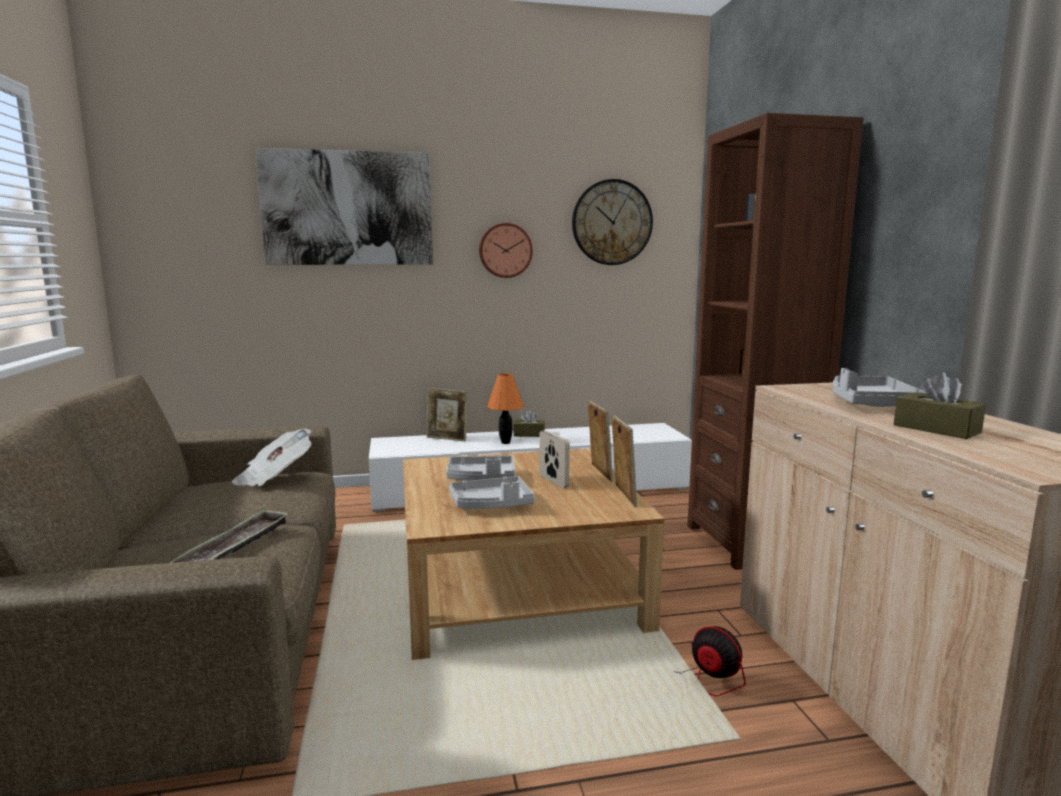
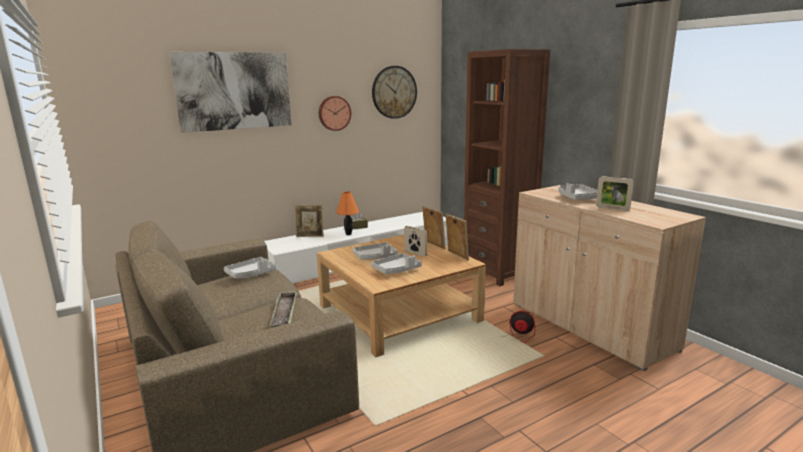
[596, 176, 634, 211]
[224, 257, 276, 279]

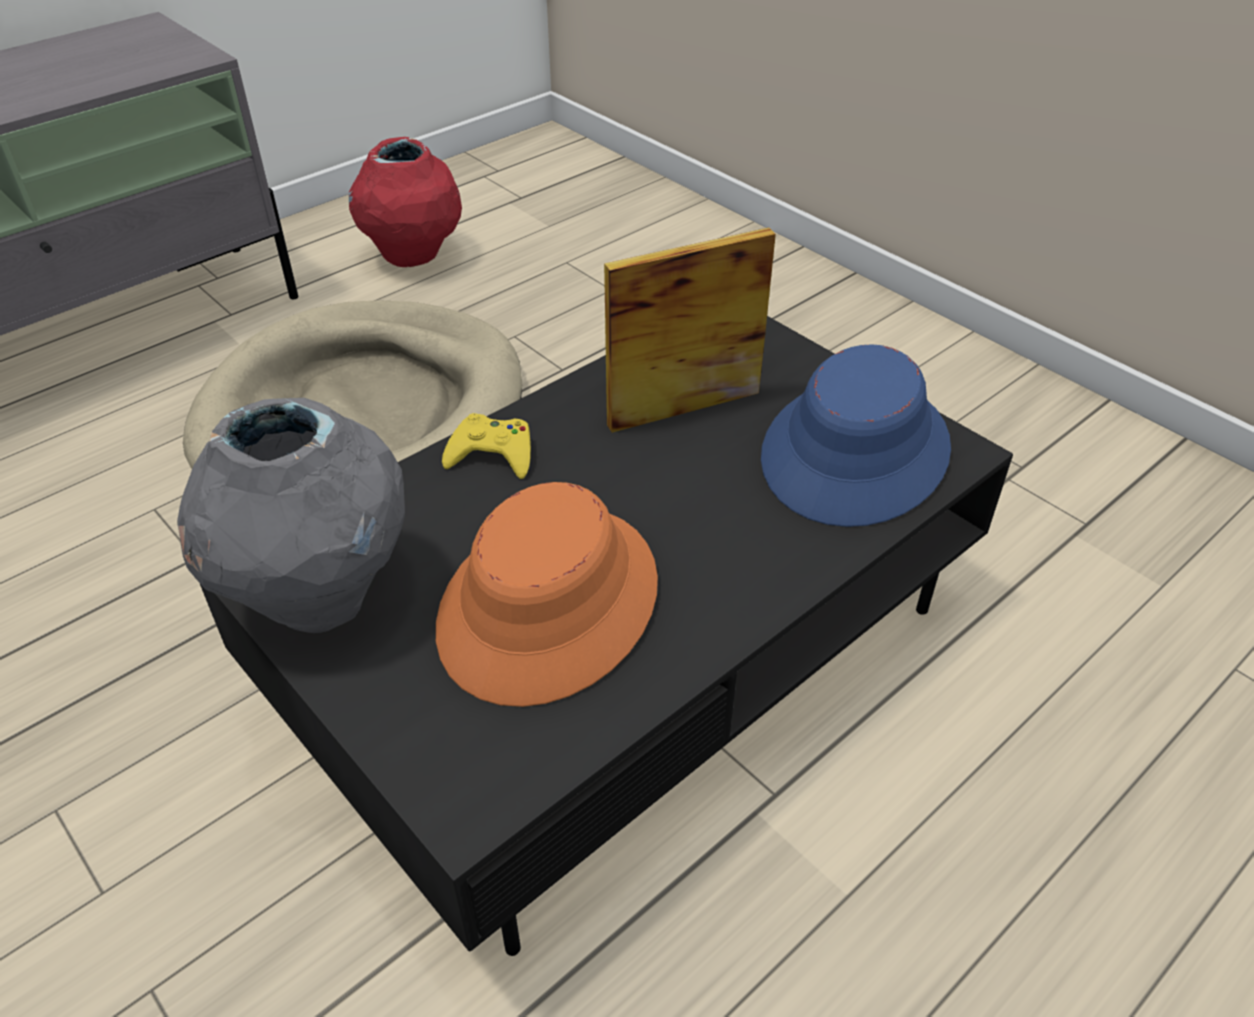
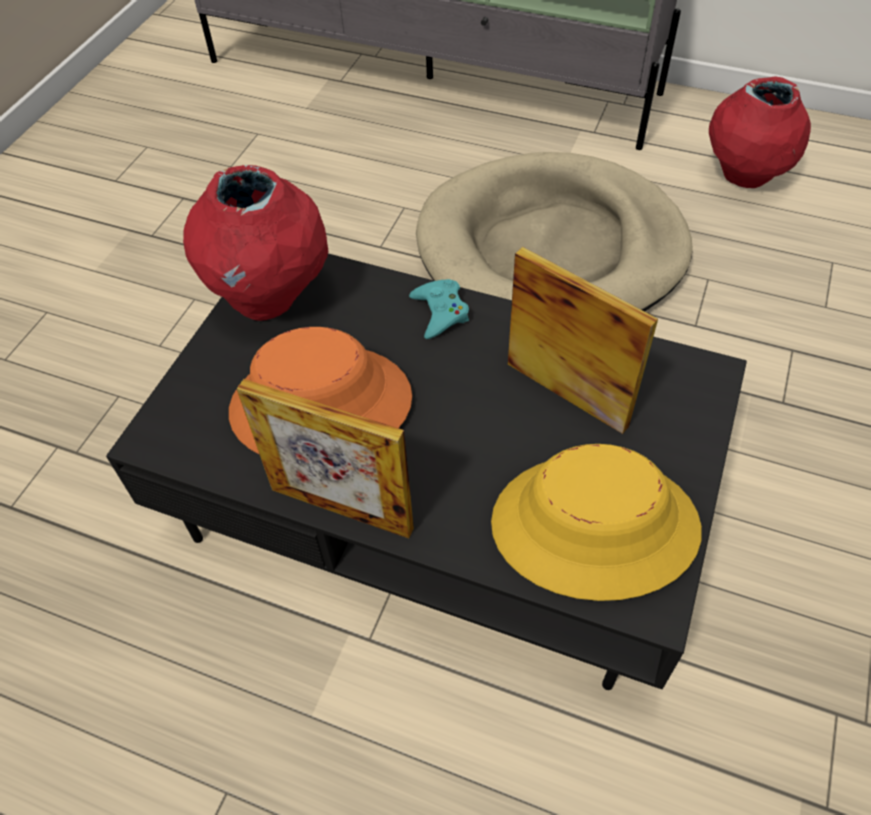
[491, 444, 702, 601]
[183, 165, 328, 321]
[409, 279, 469, 339]
[237, 379, 414, 539]

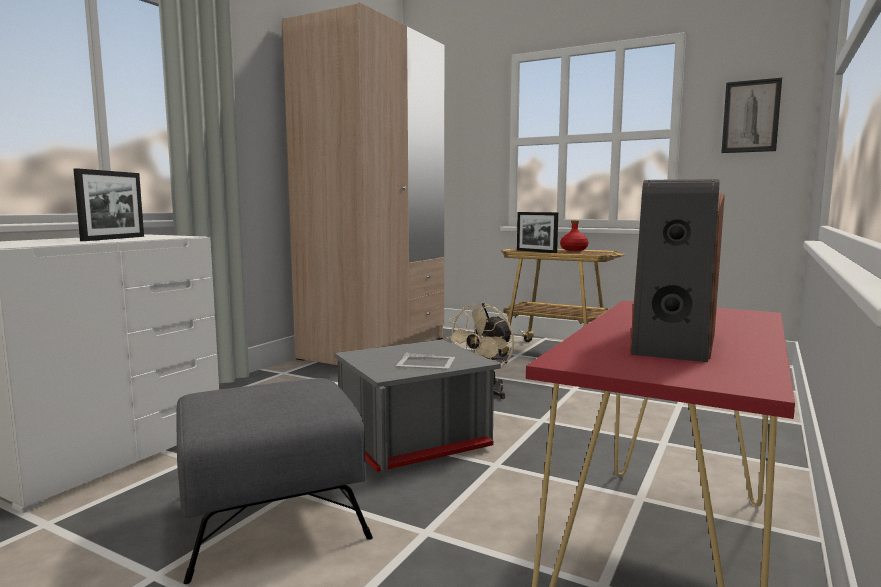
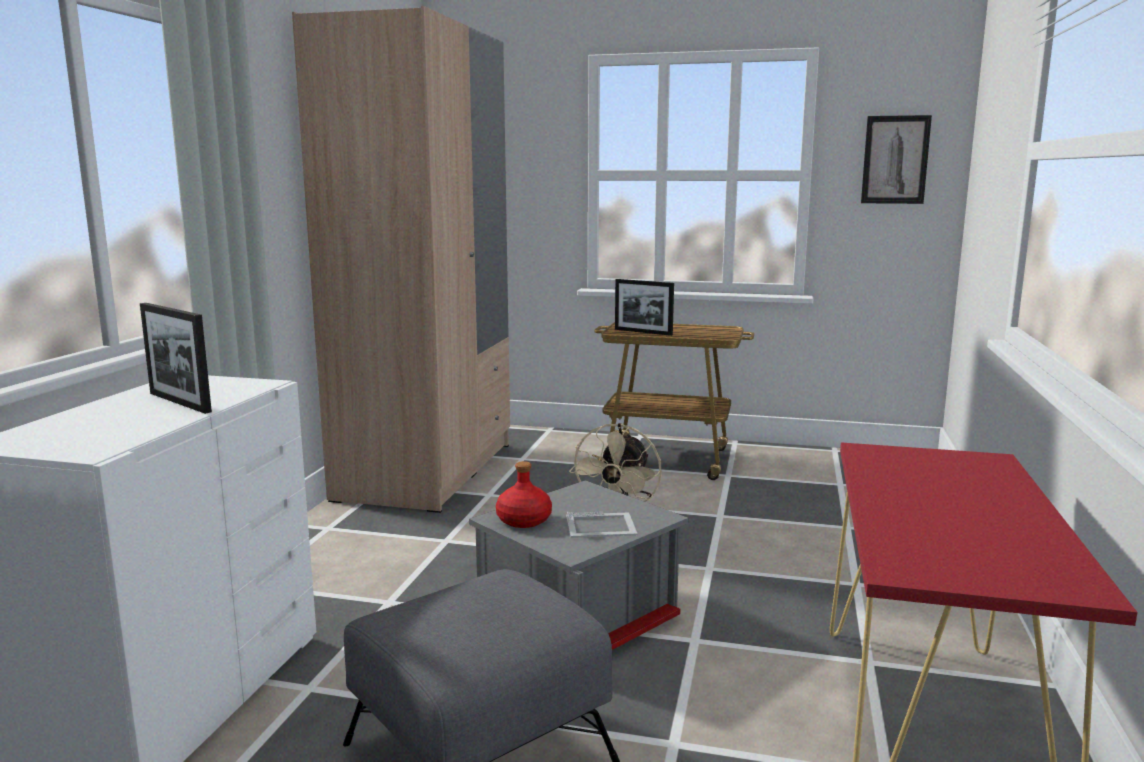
[140, 303, 212, 414]
[630, 179, 724, 362] (first image)
[496, 461, 552, 528]

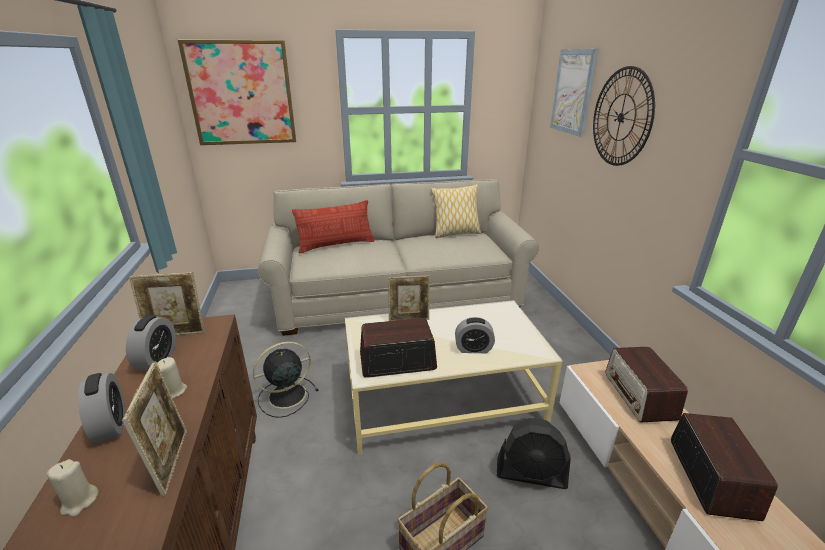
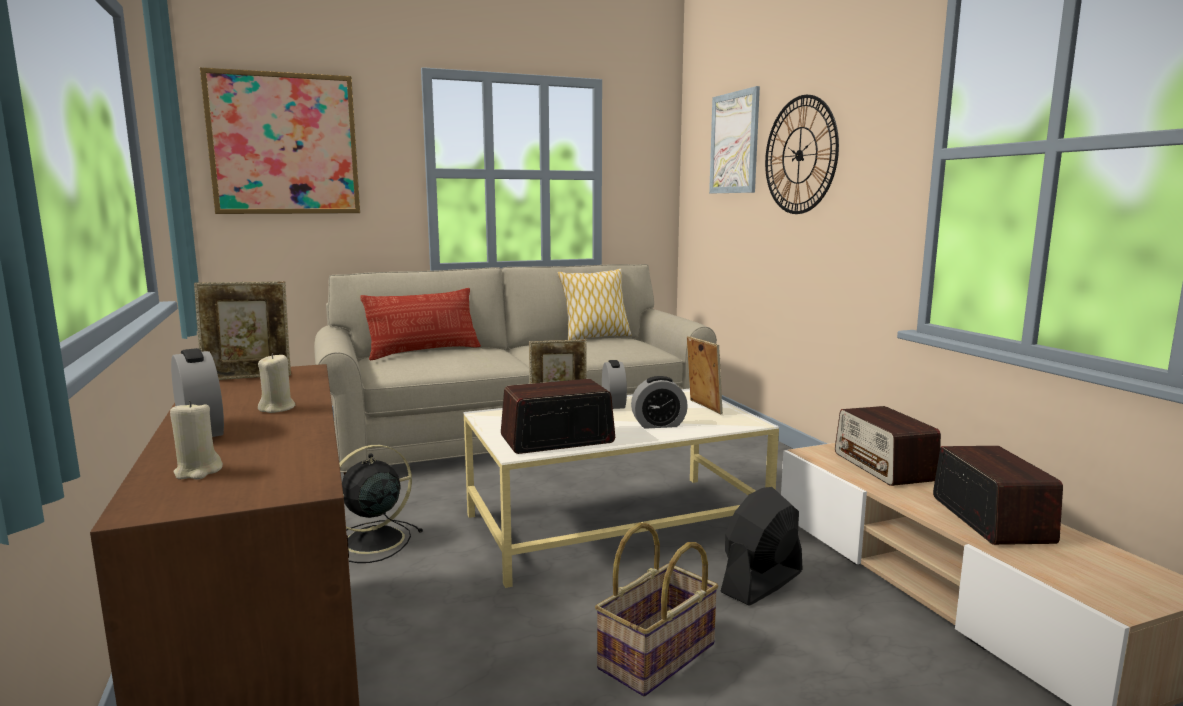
[602, 360, 627, 409]
[687, 336, 723, 414]
[720, 487, 802, 606]

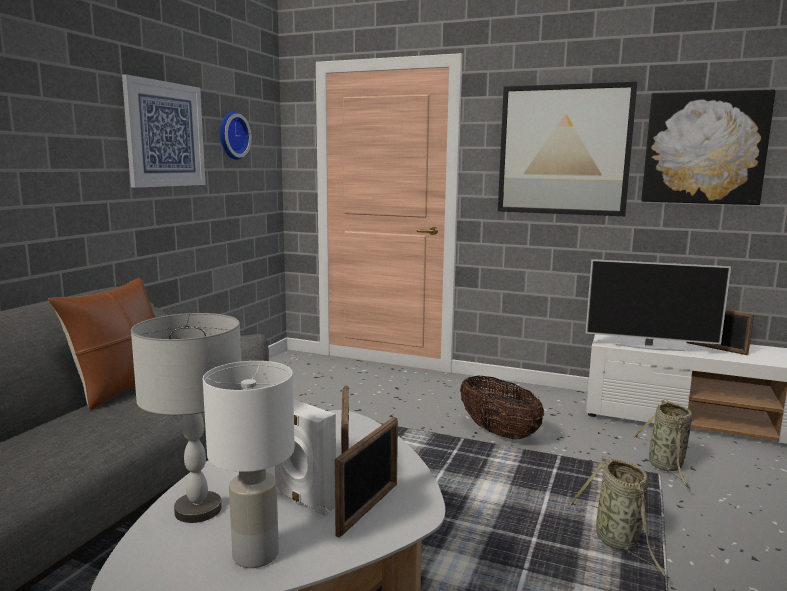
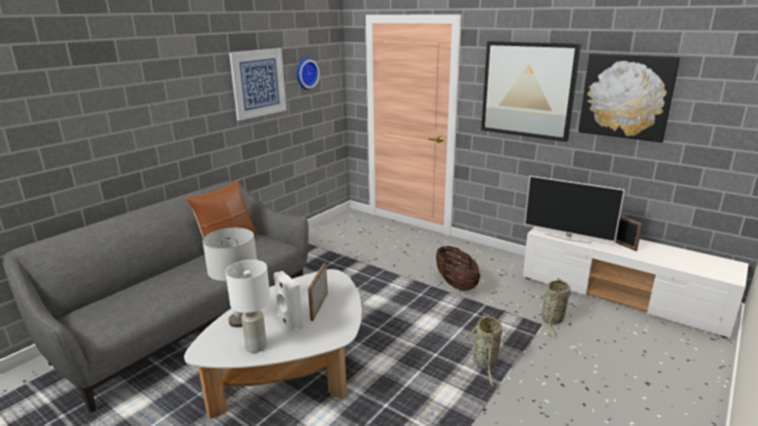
[335, 417, 398, 538] (first image)

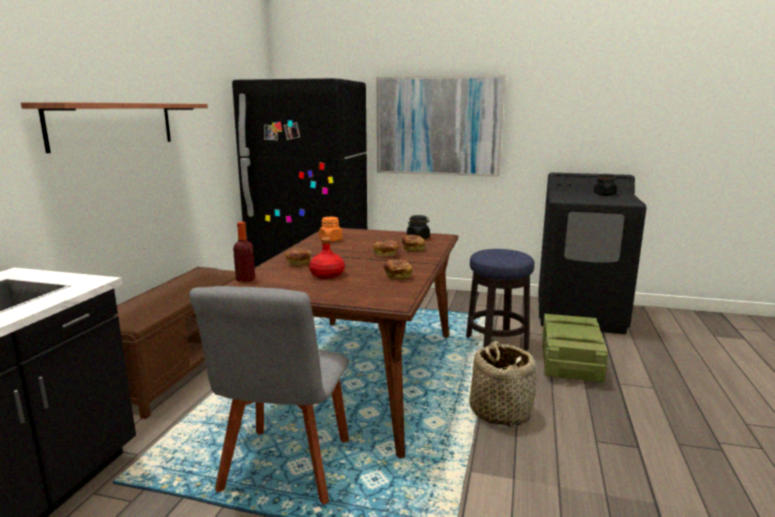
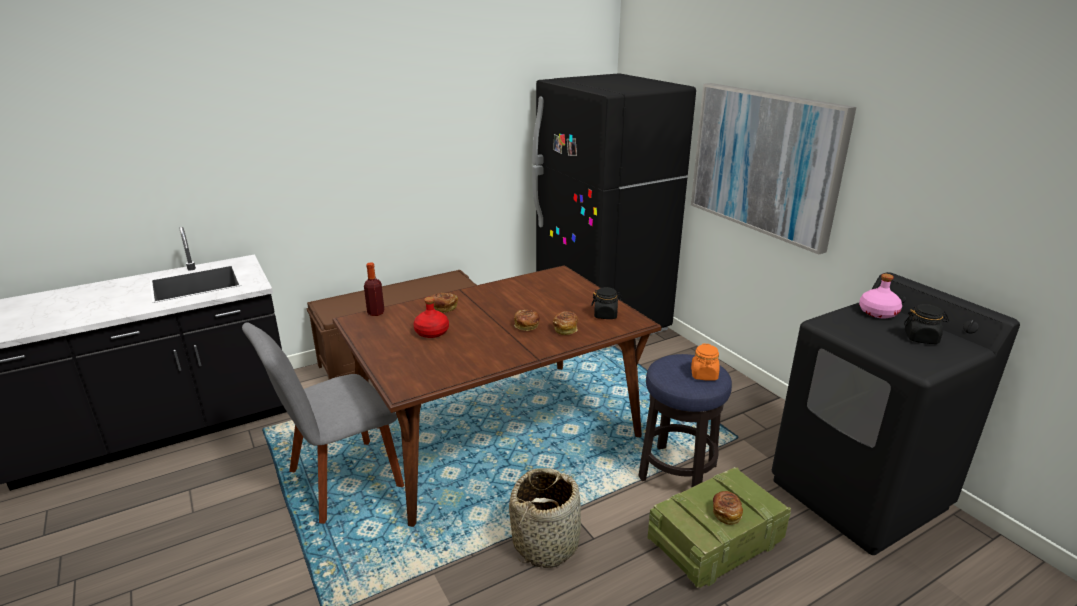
[21, 102, 208, 153] (first image)
[691, 343, 719, 381]
[713, 491, 743, 525]
[859, 274, 902, 319]

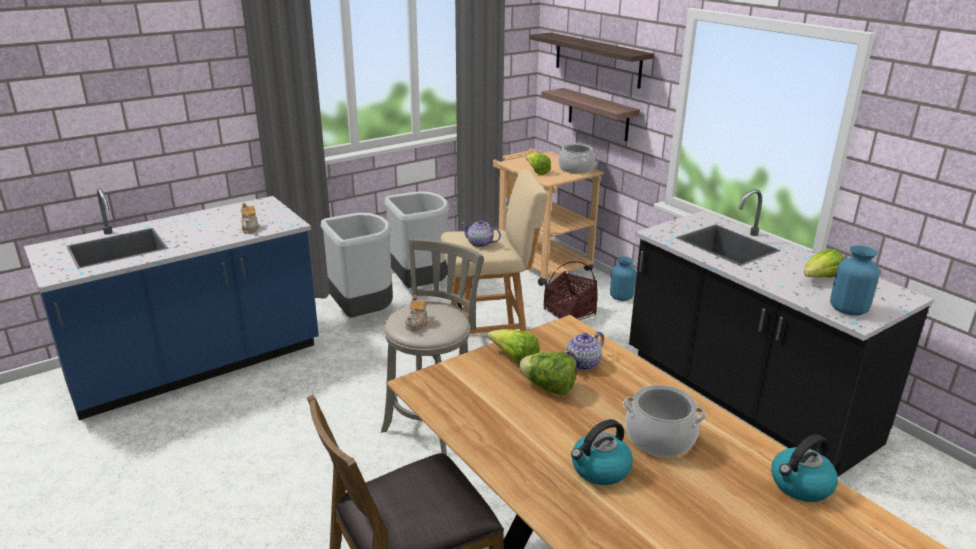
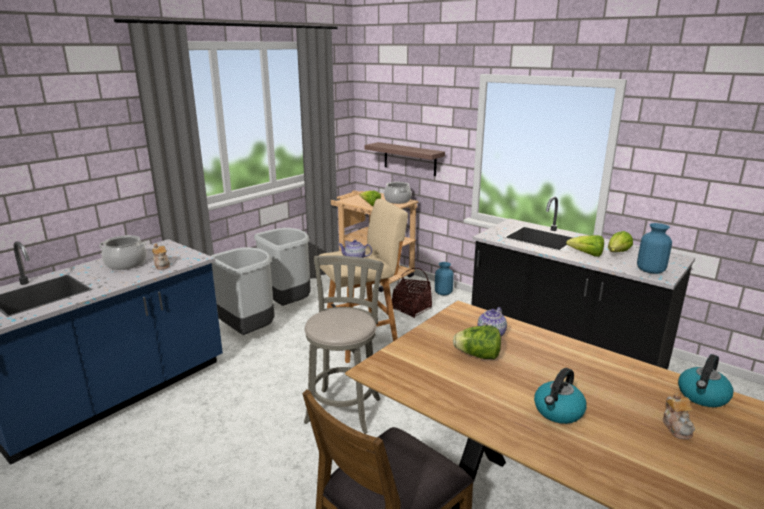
[530, 33, 654, 89] (first image)
[663, 393, 695, 440]
[566, 235, 604, 257]
[99, 235, 146, 270]

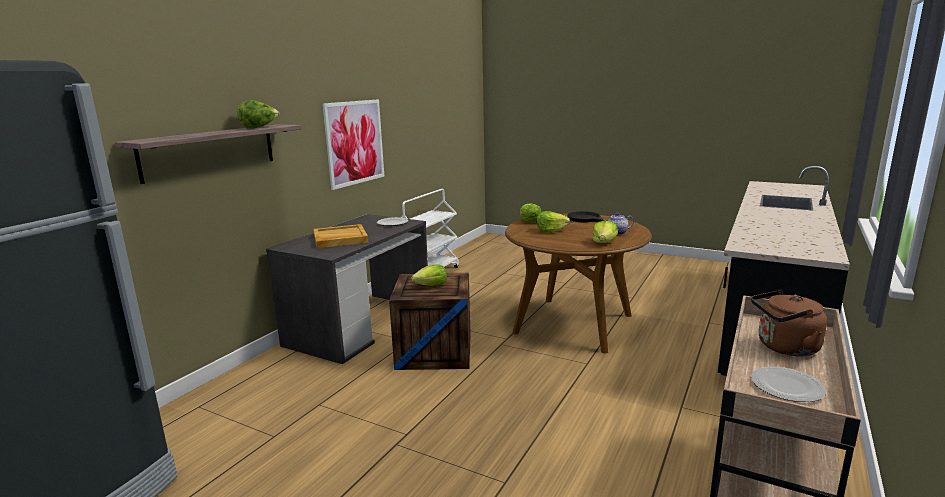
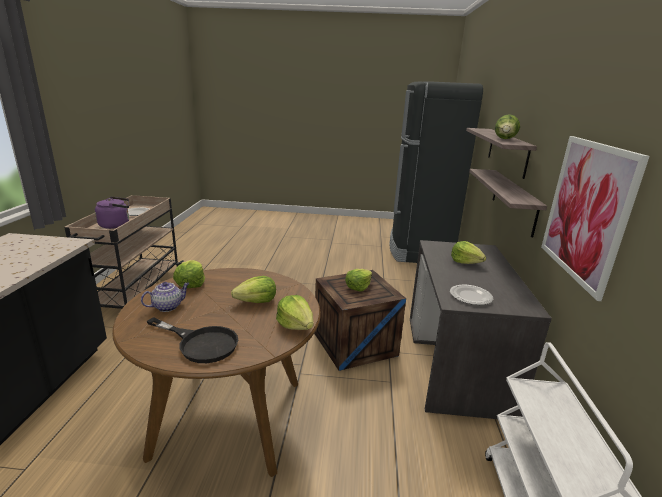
[451, 241, 486, 264]
[95, 197, 129, 229]
[469, 169, 547, 237]

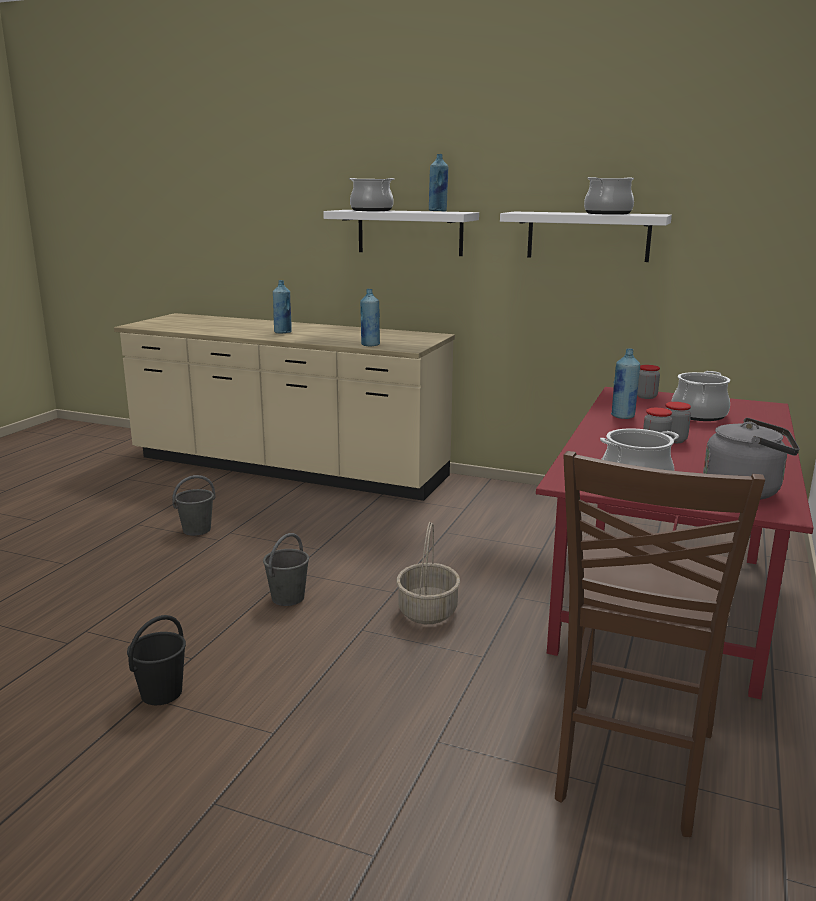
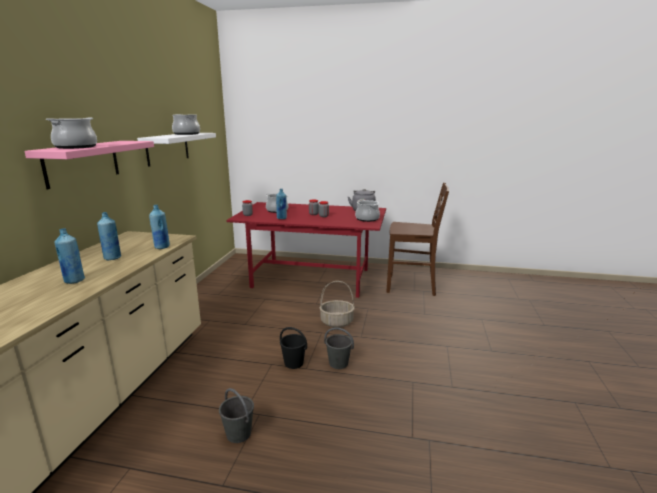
[97, 212, 121, 260]
[24, 141, 154, 189]
[280, 327, 307, 369]

